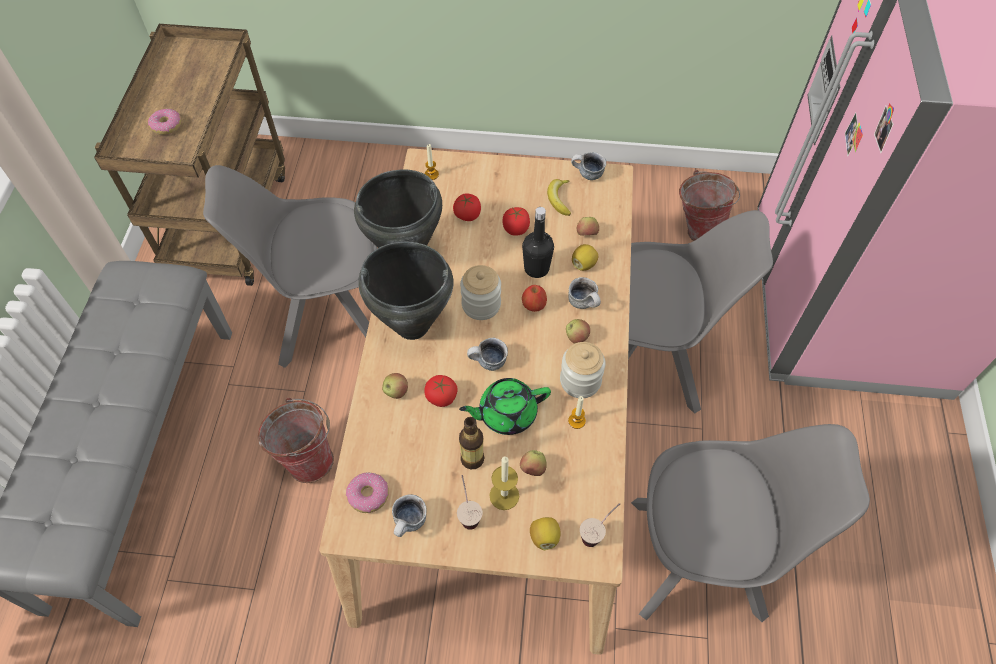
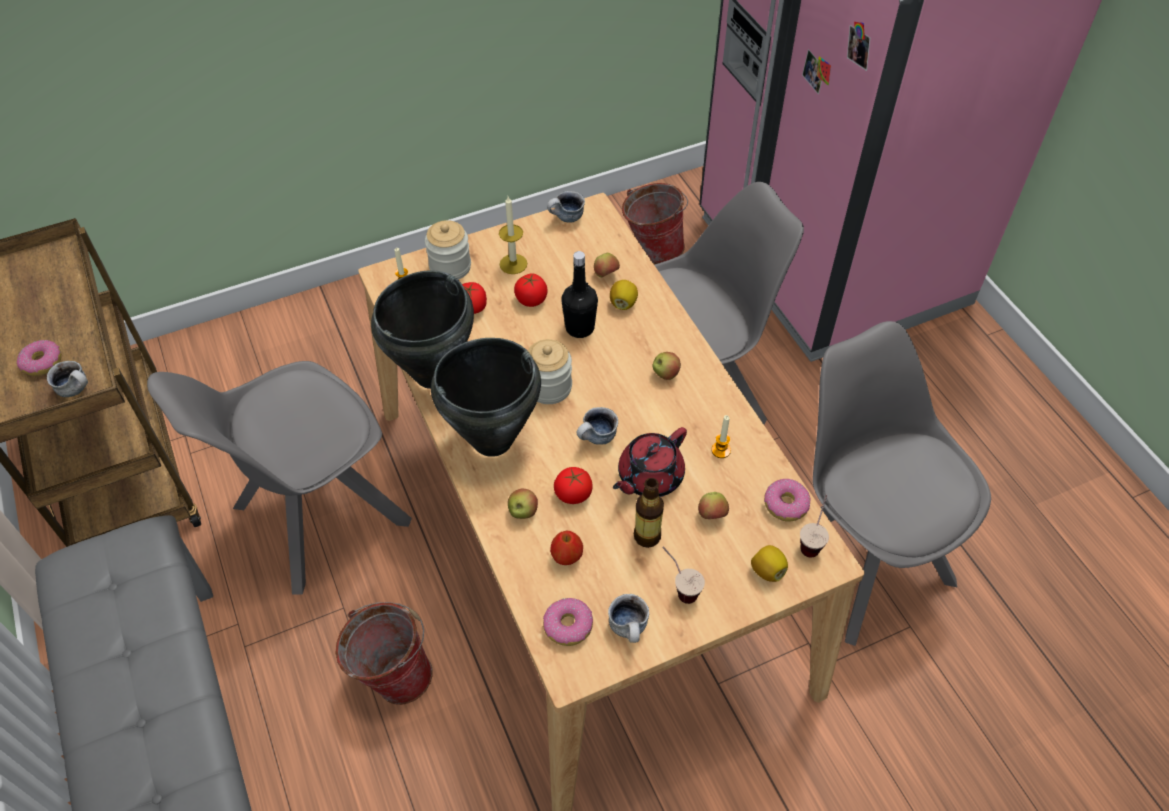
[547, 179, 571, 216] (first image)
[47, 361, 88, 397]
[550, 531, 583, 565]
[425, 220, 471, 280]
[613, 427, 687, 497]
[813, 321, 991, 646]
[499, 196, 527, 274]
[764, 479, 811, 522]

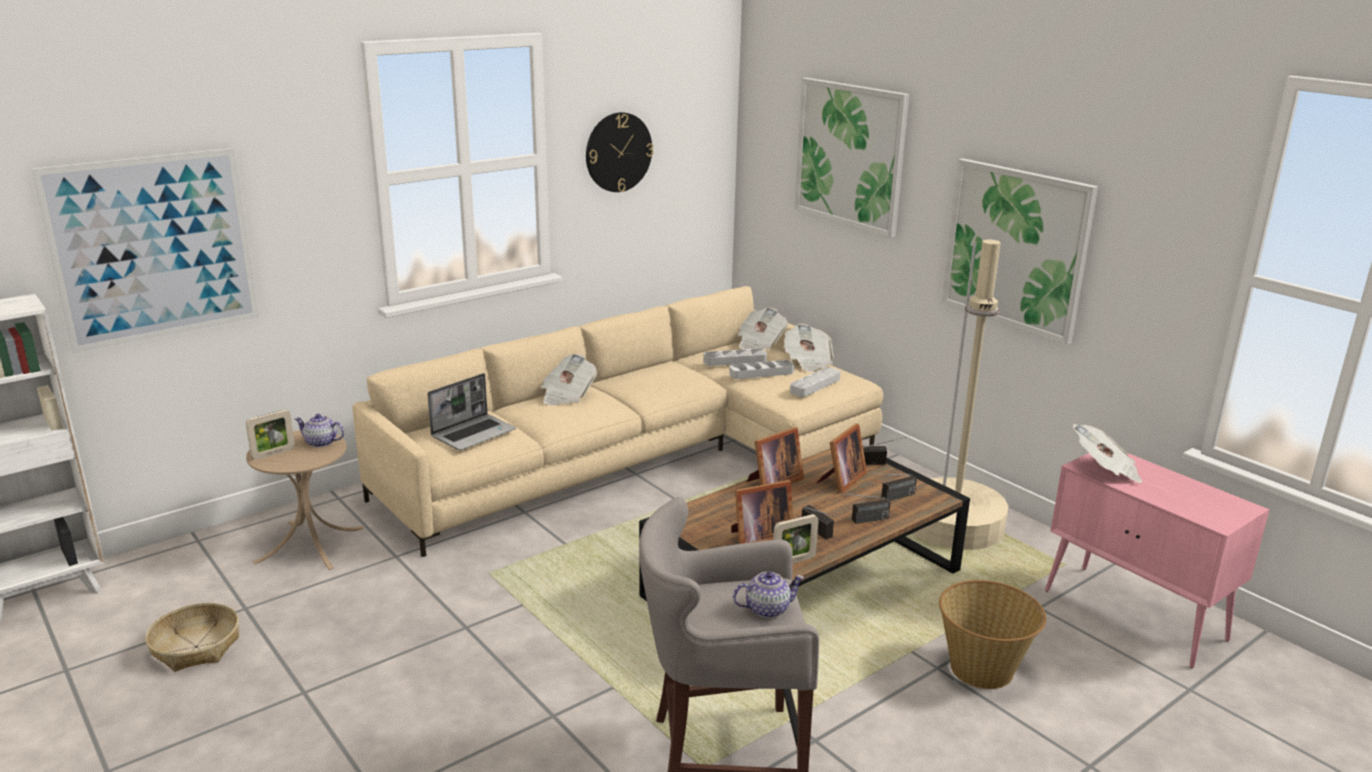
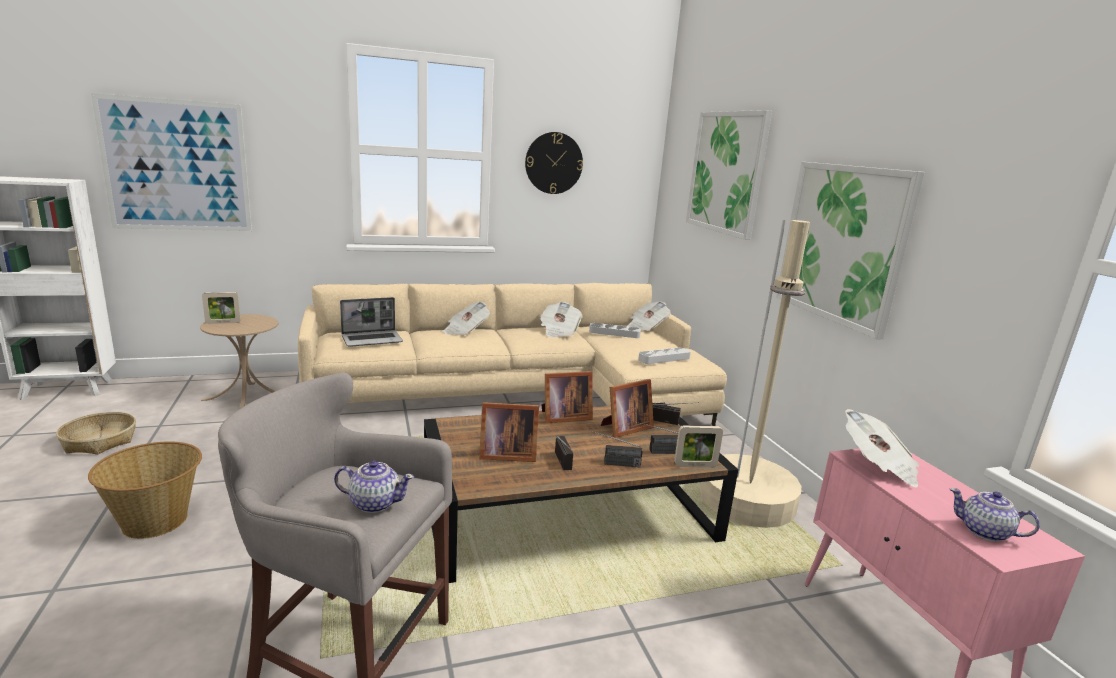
[540, 302, 583, 337]
[729, 360, 794, 379] (first image)
[950, 488, 1040, 542]
[674, 425, 723, 467]
[88, 441, 202, 539]

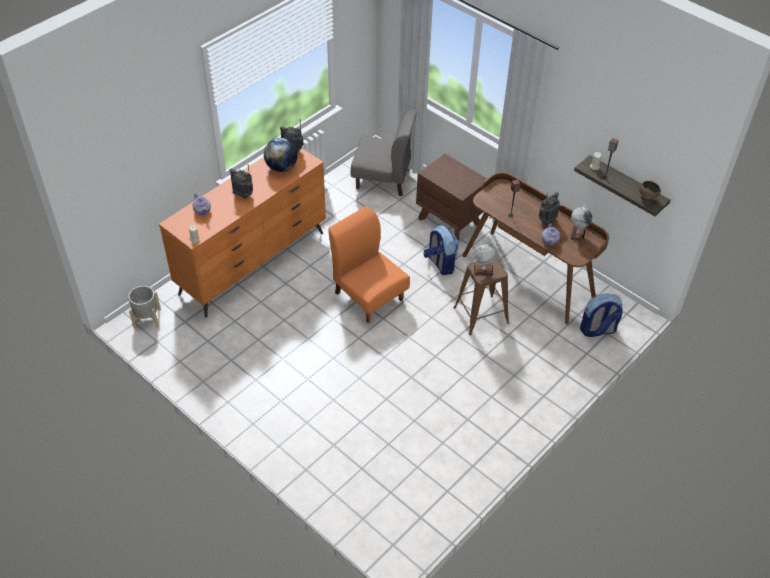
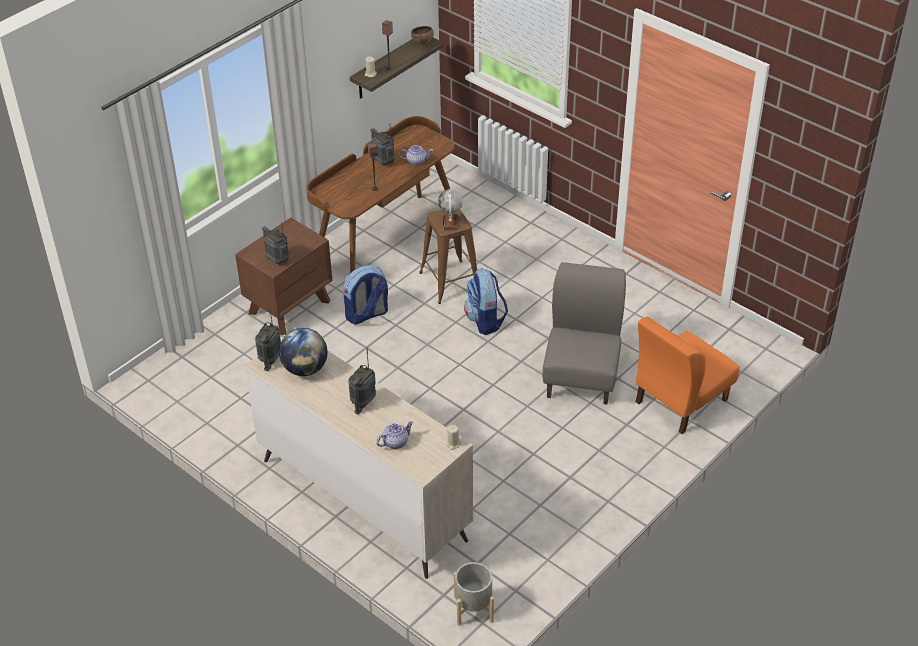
[542, 262, 626, 404]
[244, 329, 473, 579]
[570, 205, 592, 242] (first image)
[635, 316, 739, 434]
[464, 268, 508, 335]
[262, 222, 289, 265]

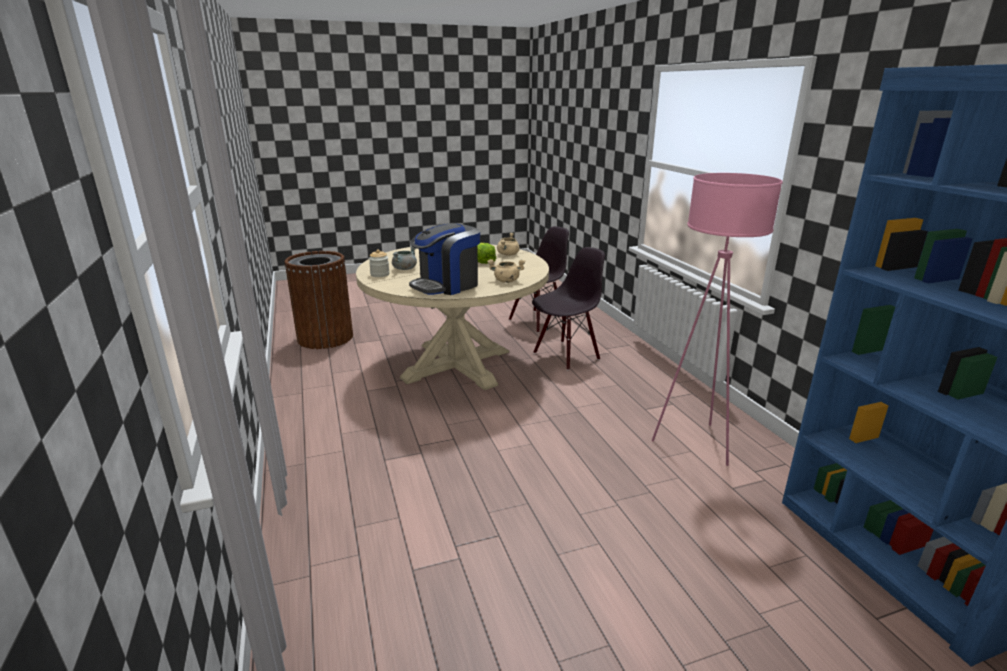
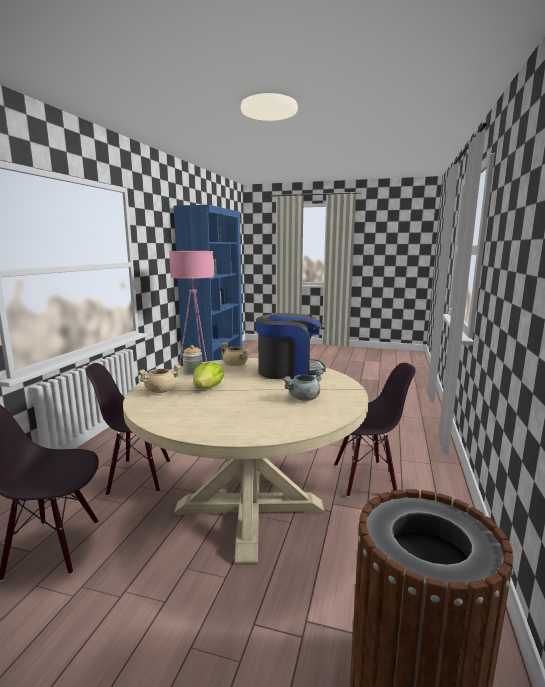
[182, 345, 203, 374]
[334, 363, 416, 497]

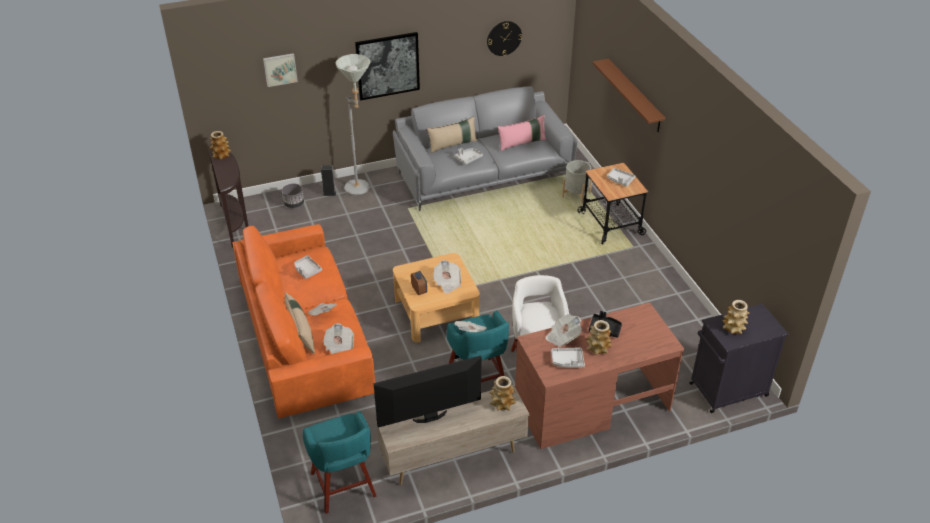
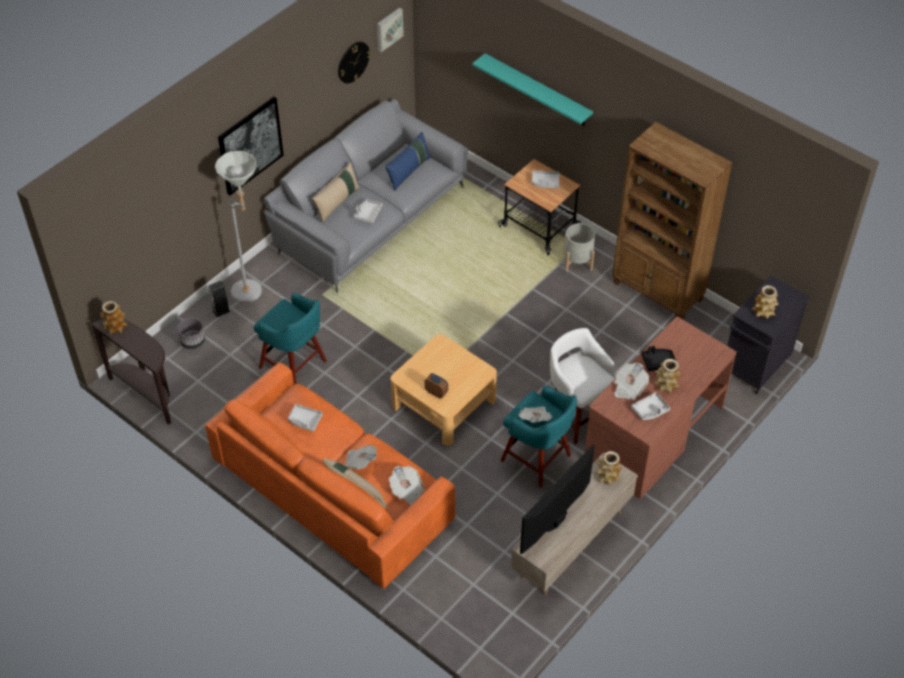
[377, 8, 404, 52]
[472, 53, 593, 126]
[385, 132, 430, 191]
[563, 223, 595, 272]
[433, 260, 462, 294] (first image)
[254, 293, 327, 384]
[612, 122, 732, 319]

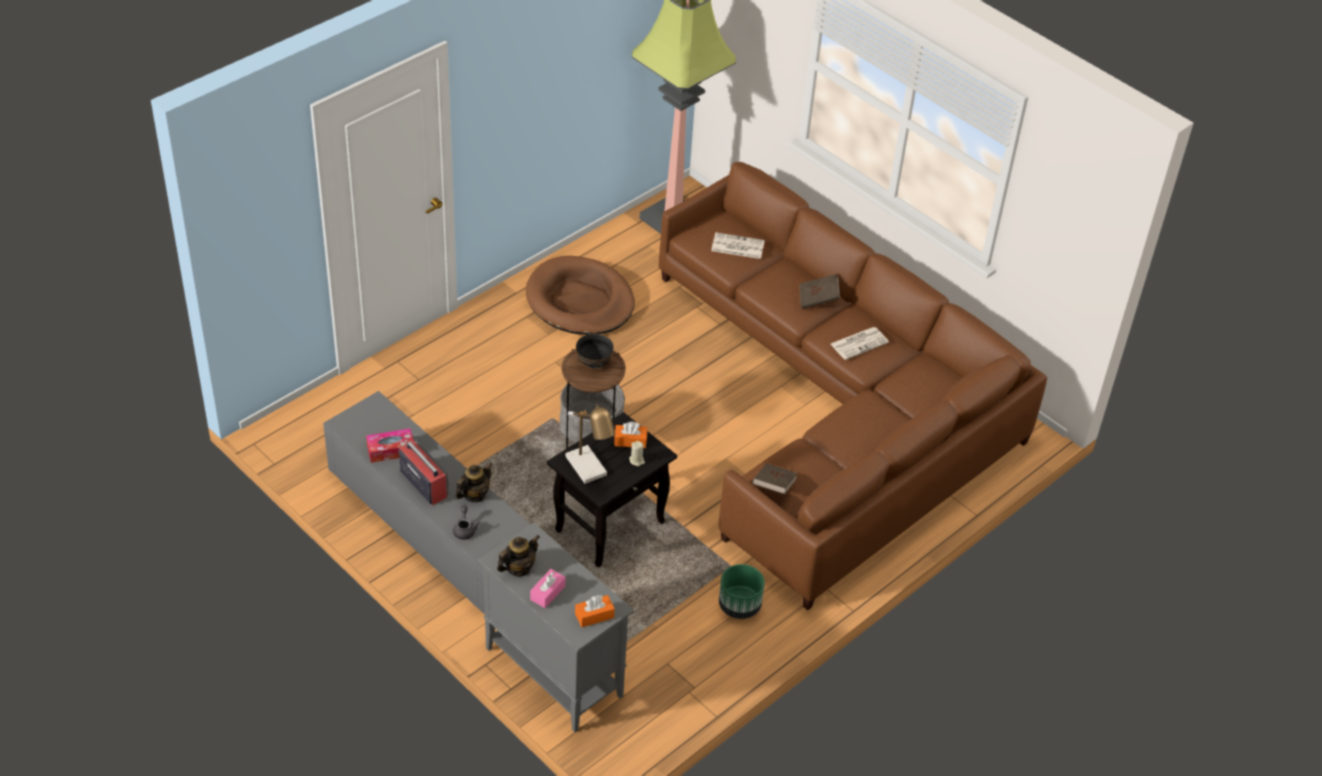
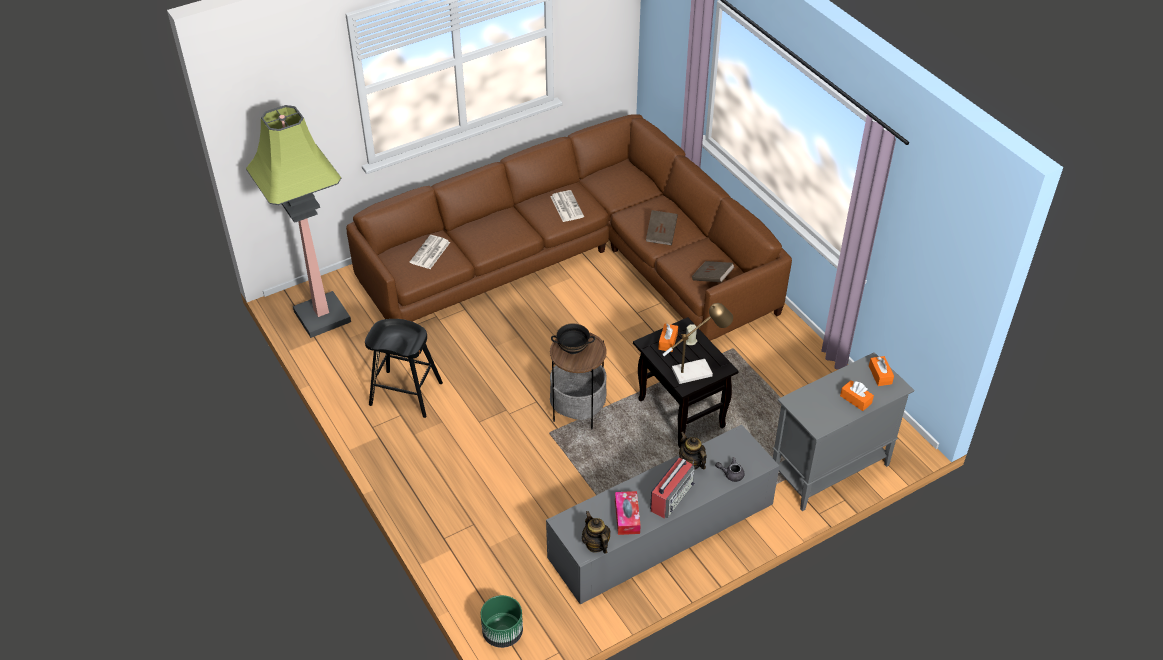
[365, 319, 443, 418]
[646, 210, 678, 245]
[650, 457, 695, 519]
[582, 511, 611, 554]
[481, 595, 523, 648]
[840, 380, 874, 411]

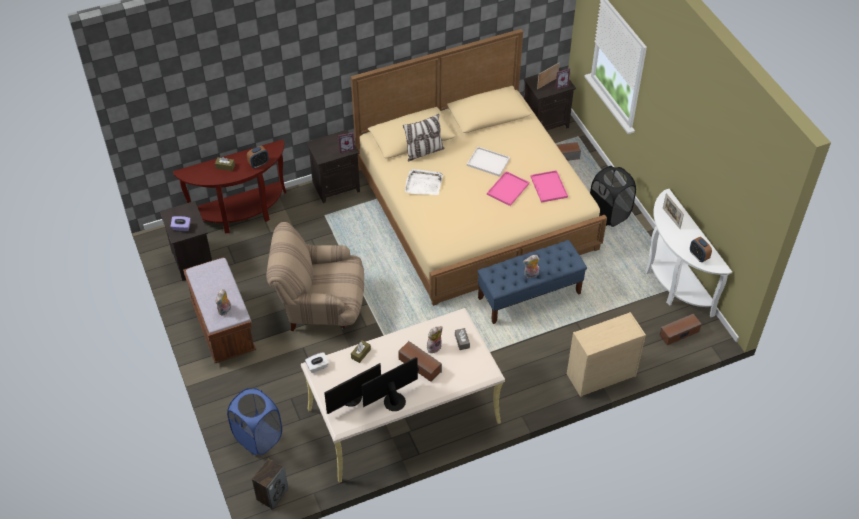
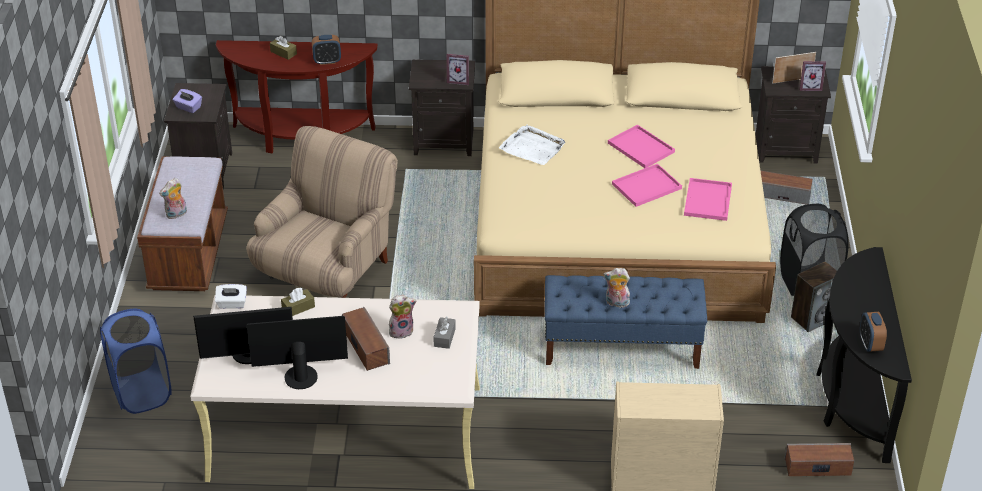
[403, 114, 445, 162] (first image)
[608, 125, 675, 168]
[816, 247, 912, 463]
[663, 193, 684, 229] (first image)
[246, 126, 398, 298]
[791, 261, 837, 332]

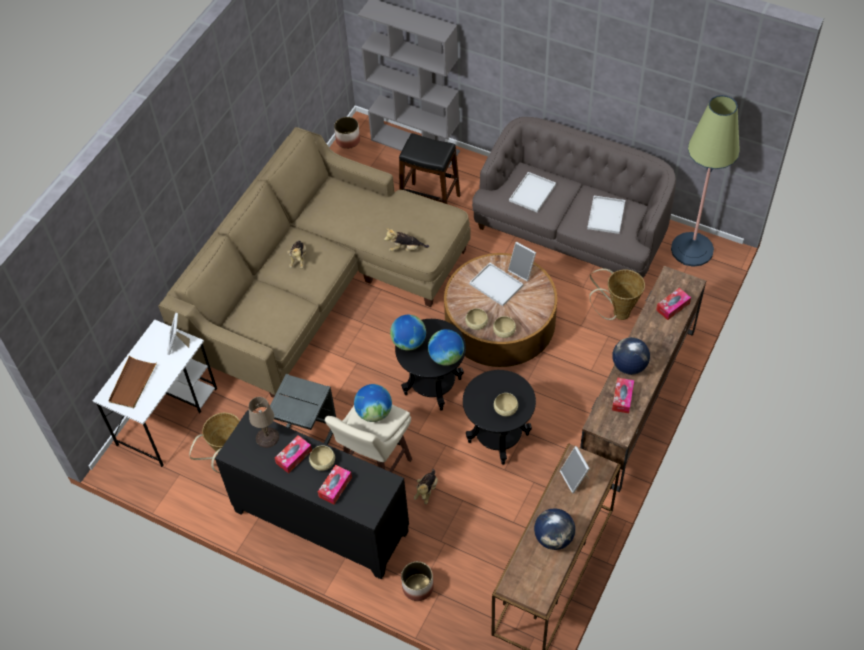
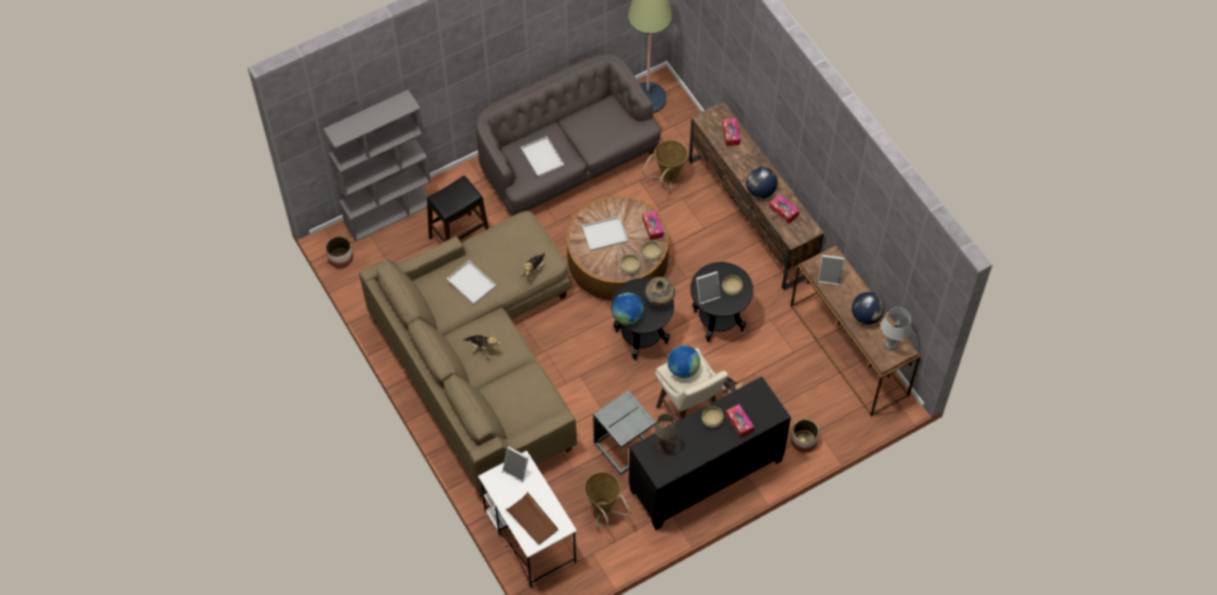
[446, 261, 496, 305]
[696, 271, 721, 304]
[645, 277, 675, 306]
[642, 211, 664, 240]
[881, 307, 911, 350]

